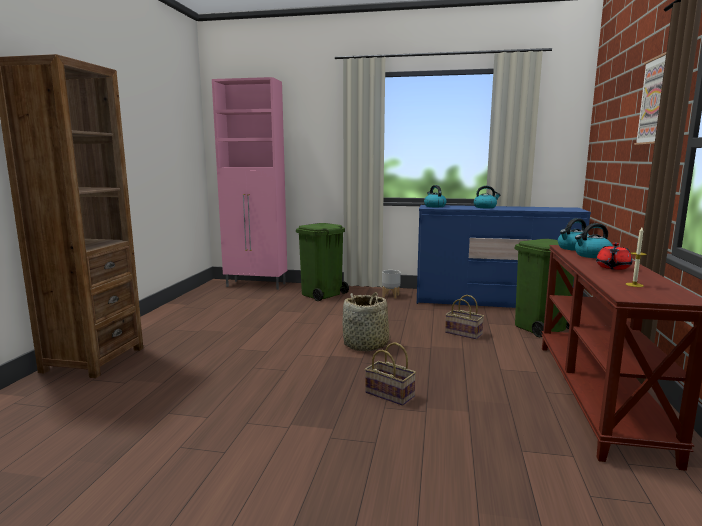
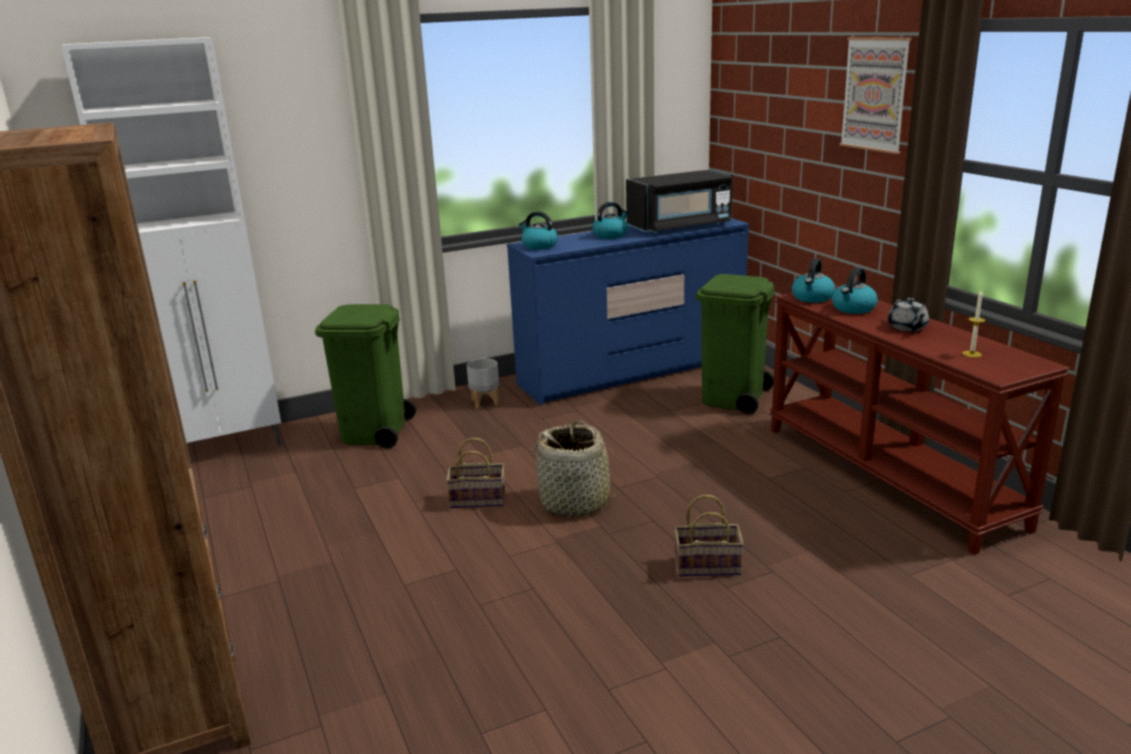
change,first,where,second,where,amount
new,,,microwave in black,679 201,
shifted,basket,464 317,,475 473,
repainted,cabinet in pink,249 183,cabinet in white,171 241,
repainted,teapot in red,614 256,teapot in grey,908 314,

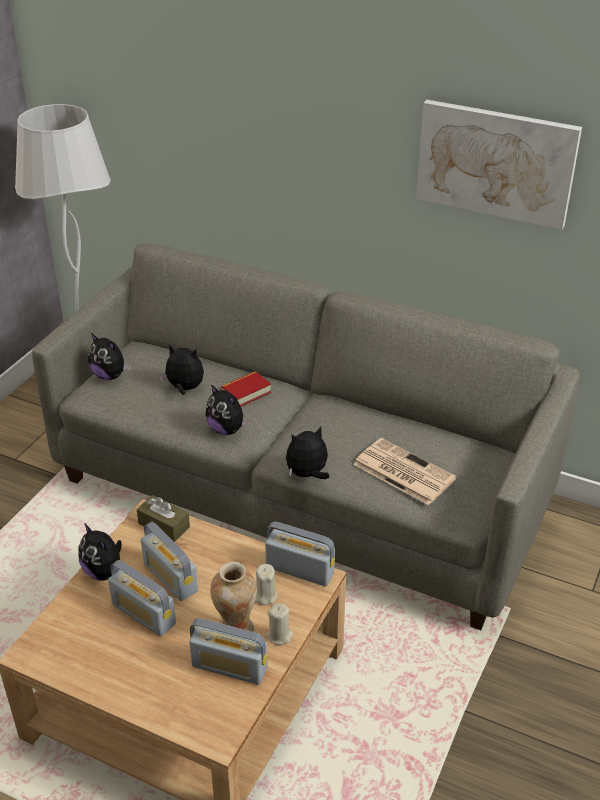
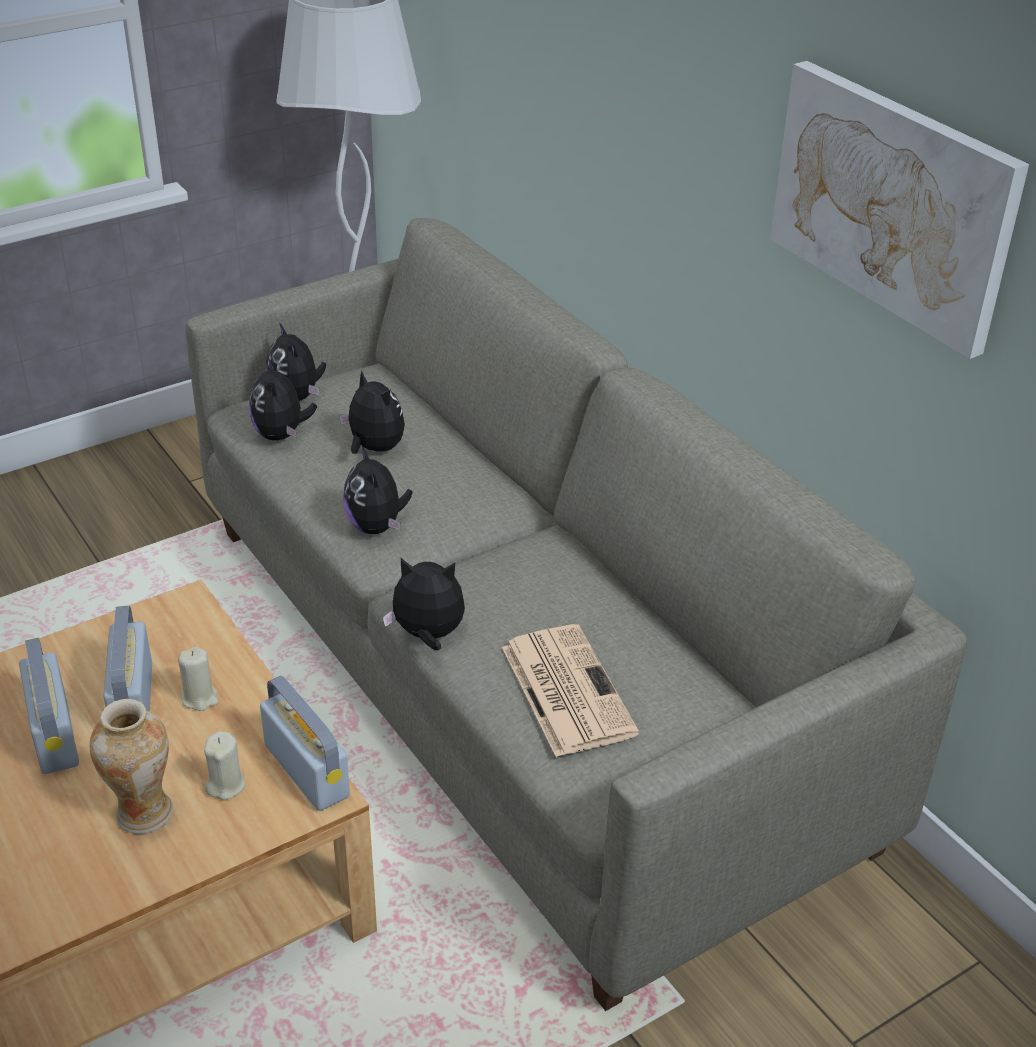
change,first,where,second,where,amount
gone,tissue box in brown,163 518,,,
gone,radio,228 651,,,
gone,book,246 389,,,
shifted,plush toy,100 552,,283 399,
shifted,candle in beige,280 624,,198 679,

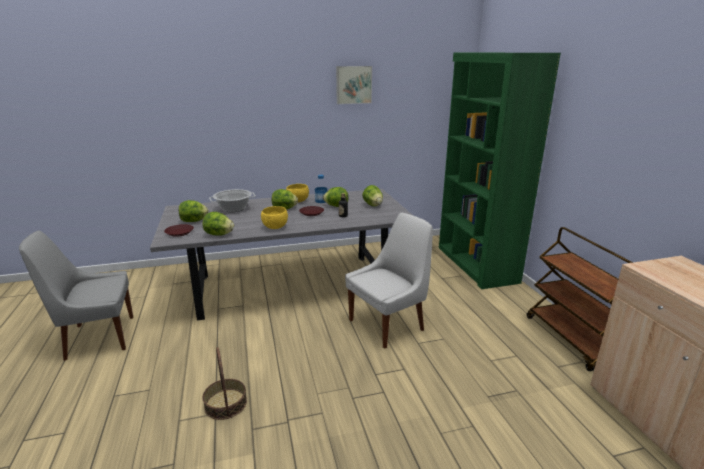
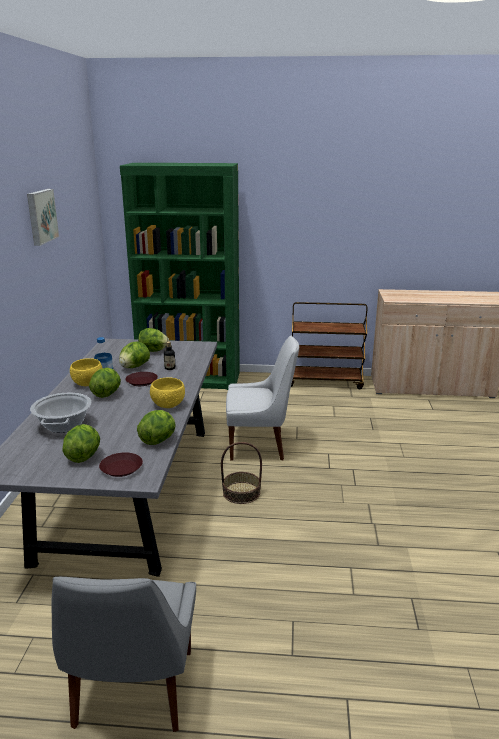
change,first,where,second,where,amount
shifted,basket,225 383,,241 473,
rotated,chair in white,389 281,,262 398,105 degrees clockwise

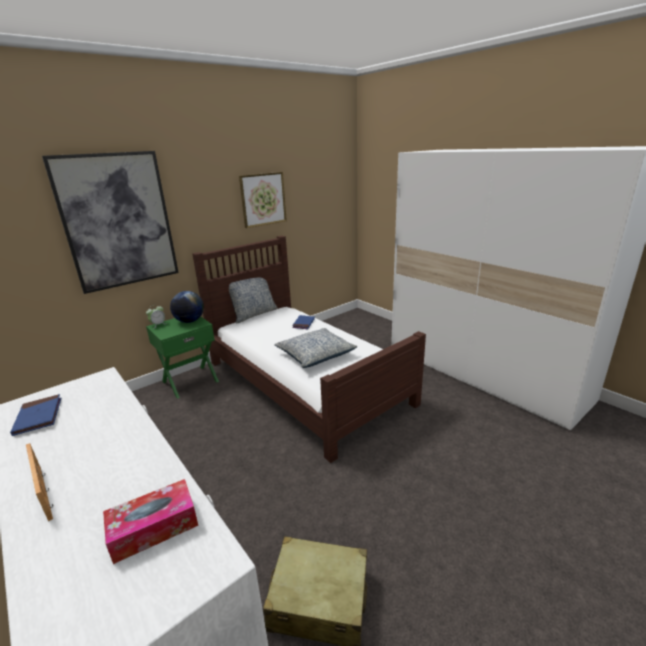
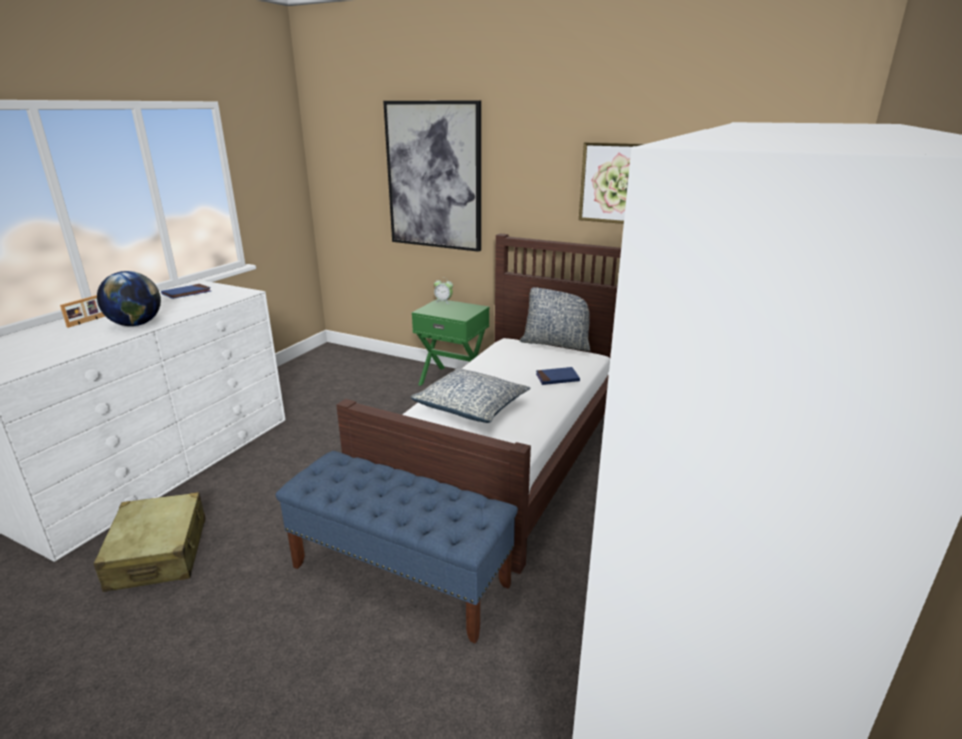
change,first,where,second,where,amount
gone,tissue box,150 521,,,
new,,,bench in blue,397 547,
shifted,globe,187 307,,129 298,

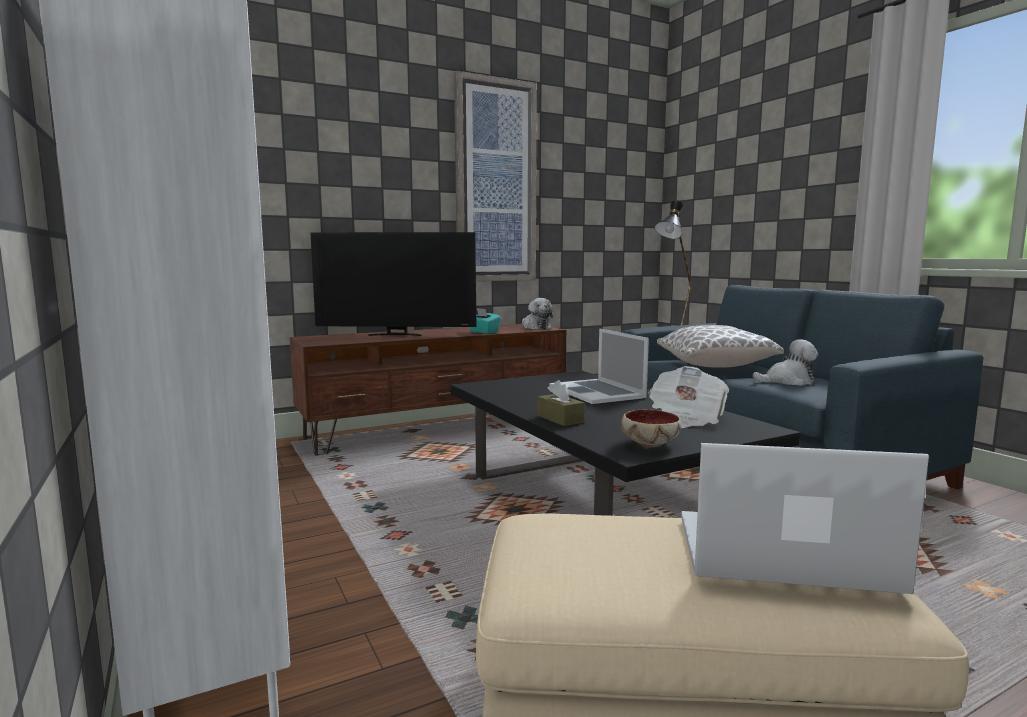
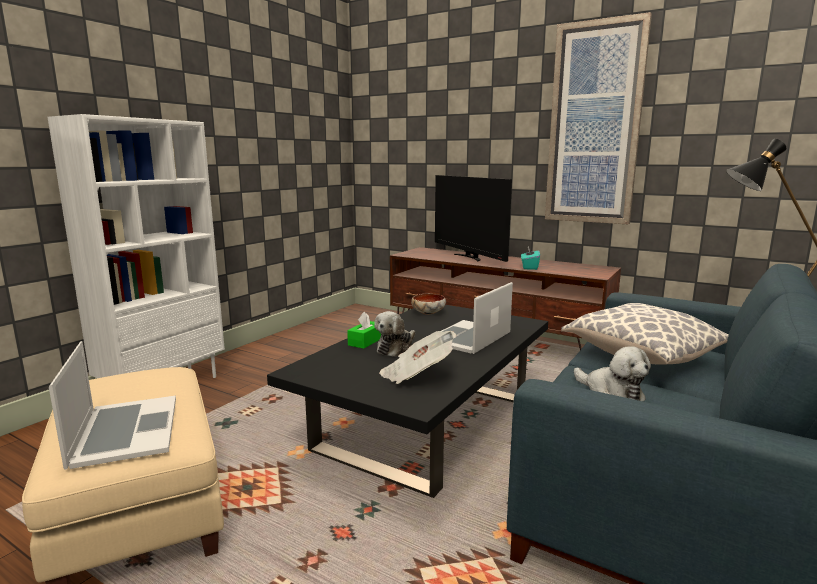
change,first,where,second,where,amount
shifted,plush toy,537 314,,394 334,
shifted,bowl,651 428,,428 304,
repainted,tissue box in brown,561 403,tissue box in green,364 330,

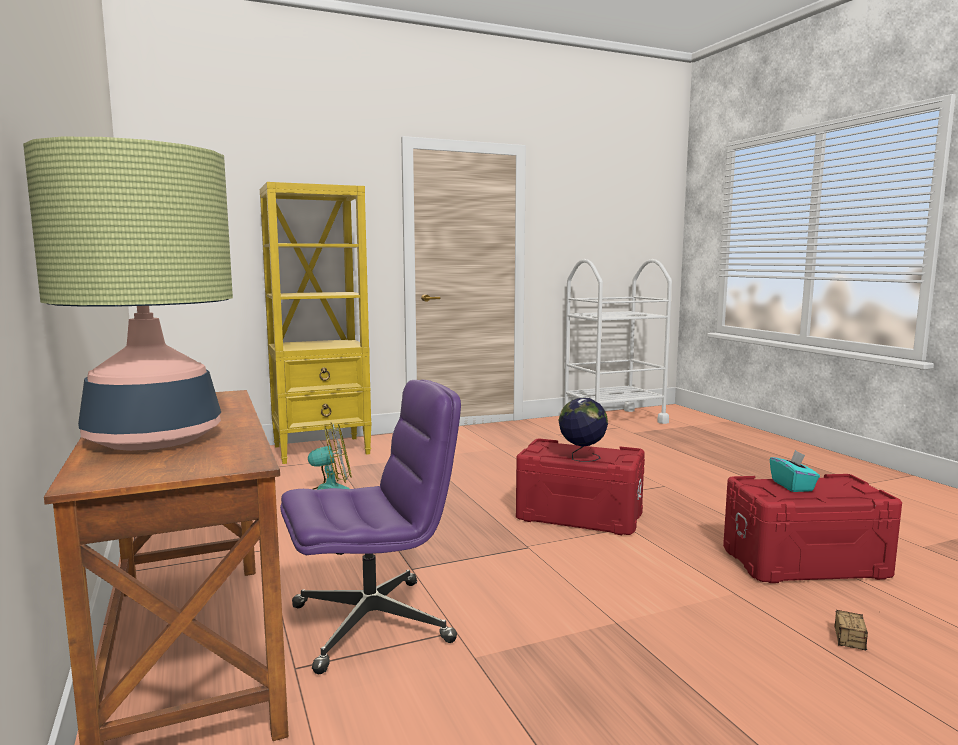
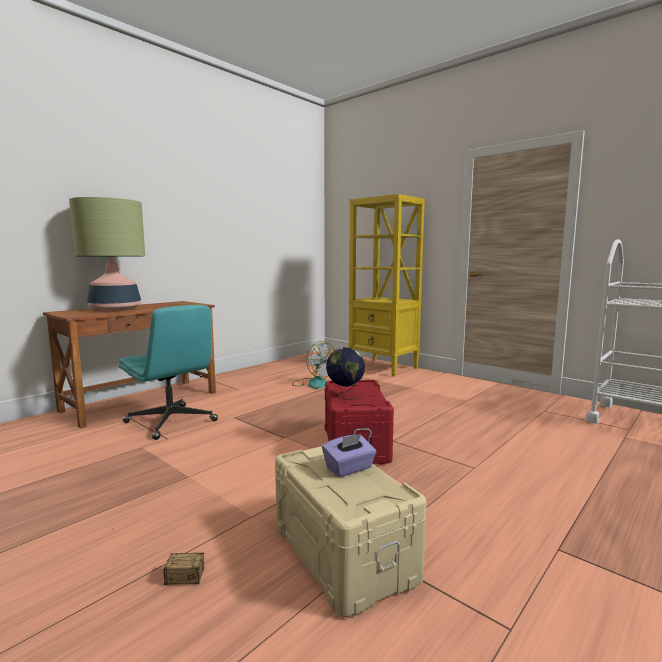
change,first,where,second,where,amount
repainted,office chair in purple,370 527,office chair in turquoise,168 372,
repainted,storage box in red,812 528,storage box in beige,351 531,
repainted,tissue box in turquoise,795 471,tissue box in purple,349 455,

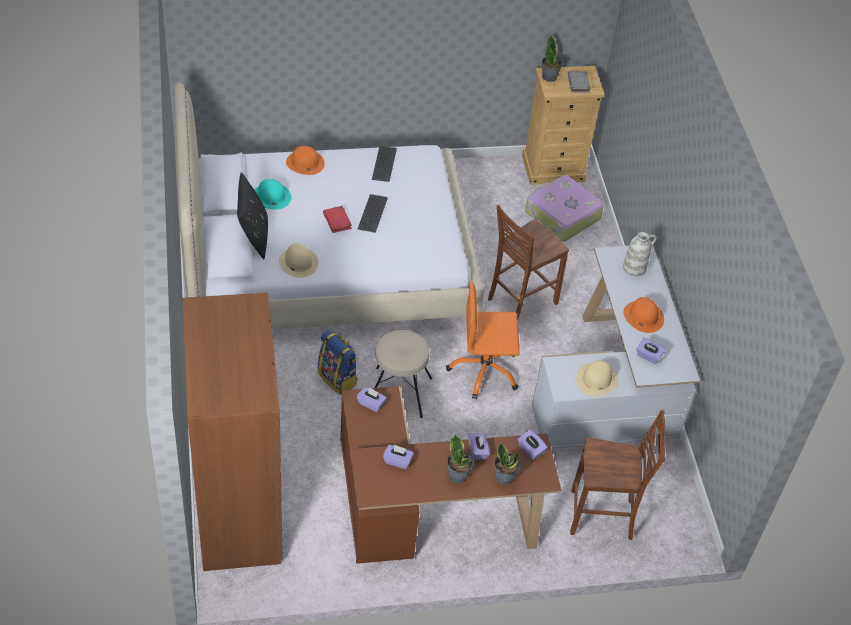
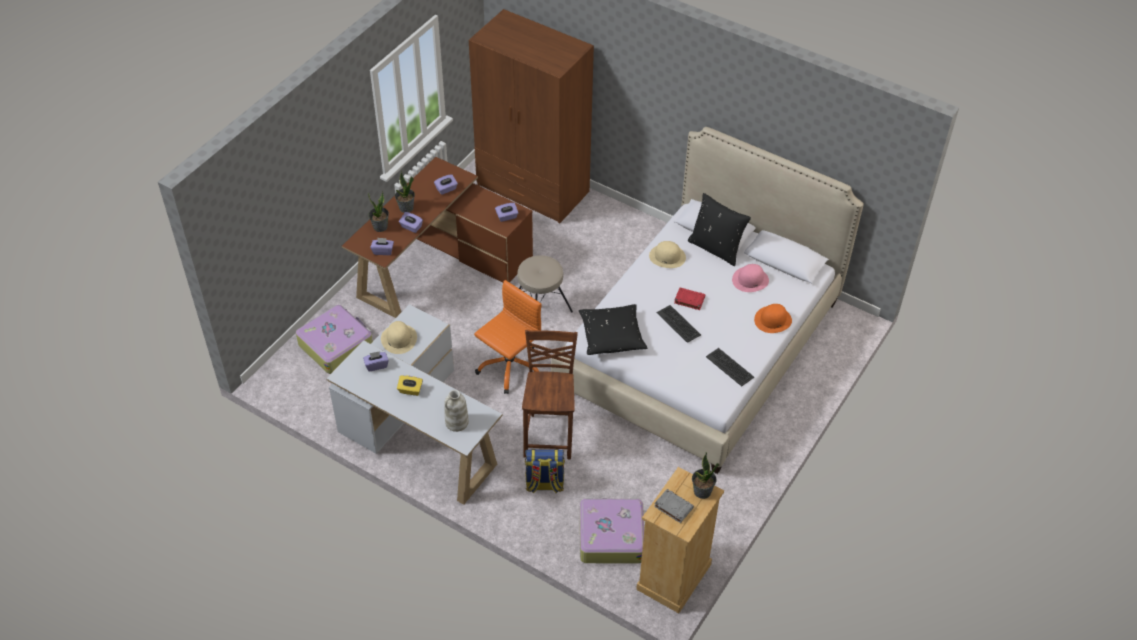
change,first,where,second,where,amount
new,,,pillow in black,613 329,
shifted,backpack,337 362,,545 471,
swapped,chair in brown,618 475,suitcase,334 339,
swapped,hat in orange,643 315,tissue box in yellow,410 385,
repainted,hat in turquoise,273 194,hat in pink,750 278,

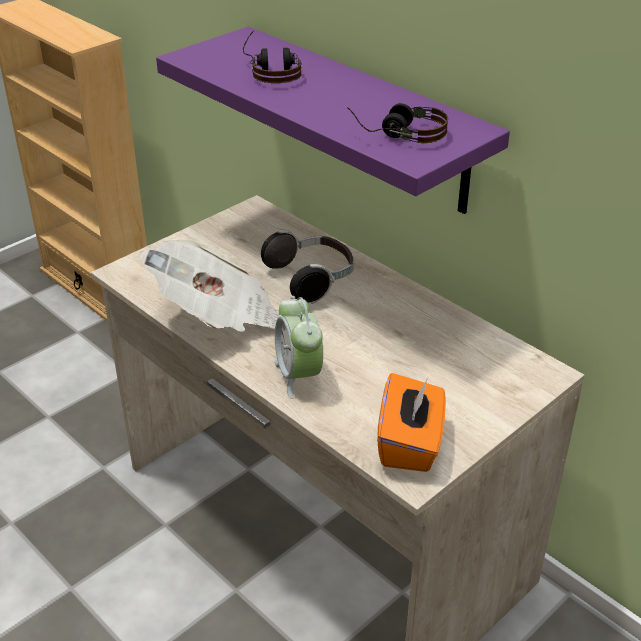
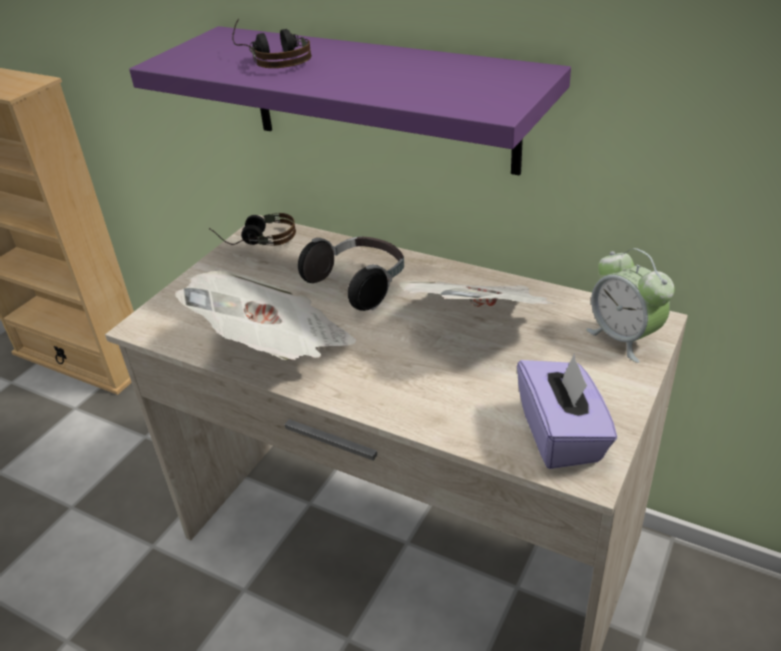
change,first,where,second,where,amount
new,,,newspaper,476 294,
shifted,alarm clock,298 347,,630 305,
shifted,headphones,397 123,,252 229,
repainted,tissue box in orange,411 422,tissue box in purple,567 411,

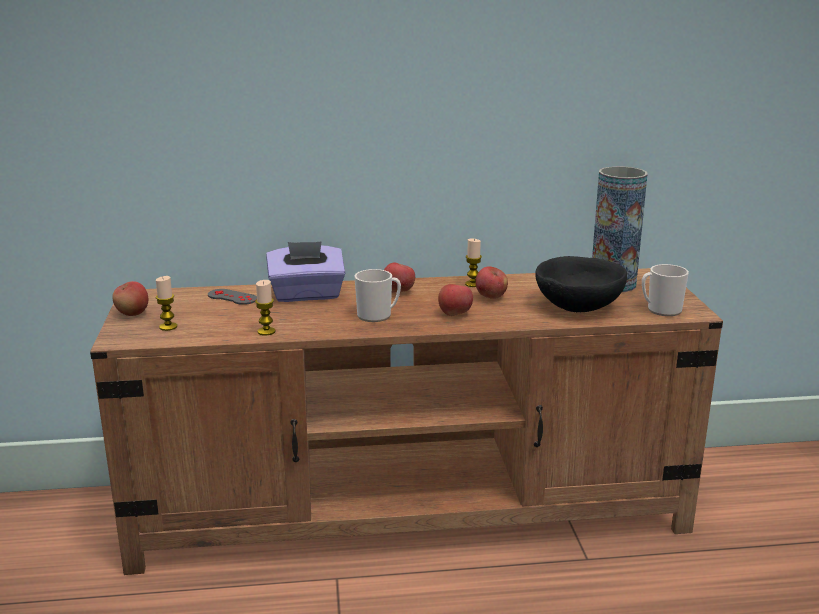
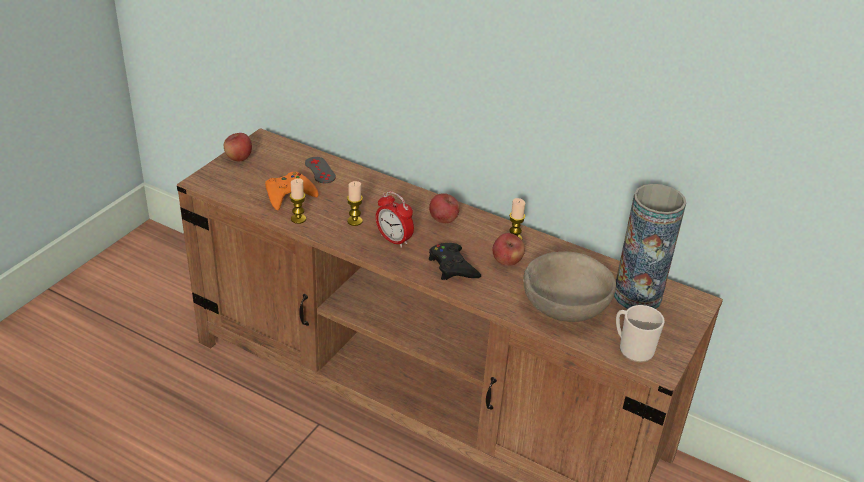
change,first,where,second,where,amount
gone,tissue box in purple,305 271,,,
new,,,game controller in orange,292 191,
shifted,candle,166 303,,355 203,
swapped,mug,378 295,alarm clock,395 219,
swapped,apple,455 300,game controller in black,455 261,
repainted,bowl in black,581 284,bowl in beige,569 286,

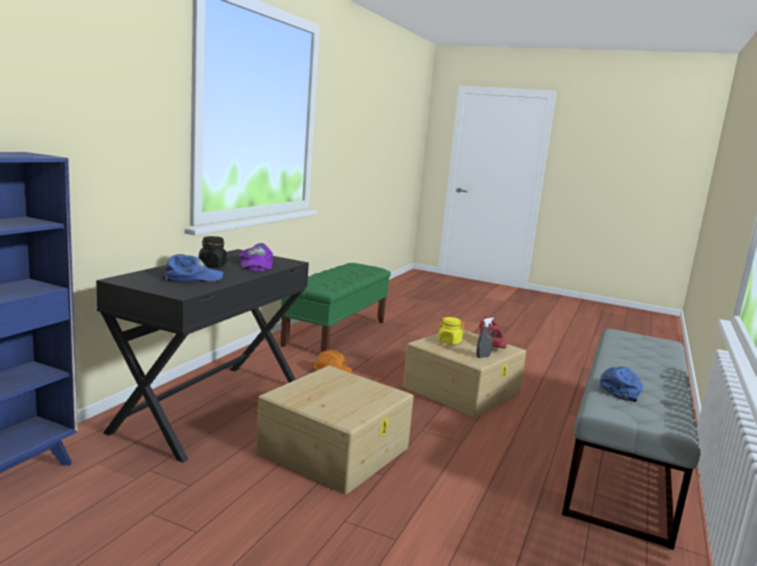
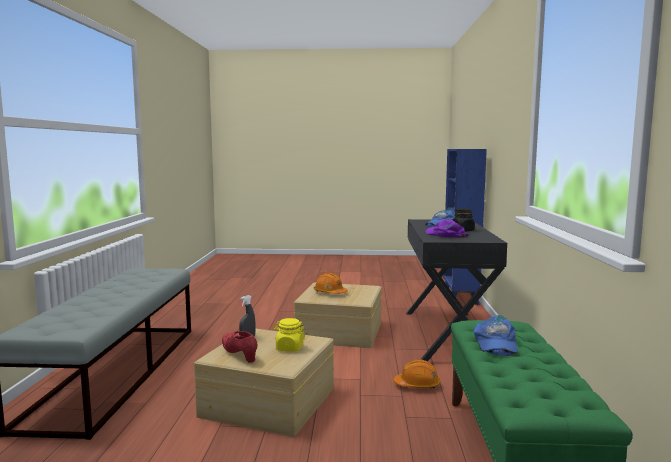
change,first,where,second,where,amount
new,,,hard hat in orange,331 283,
shifted,cap in blue,621 384,,495 335,

